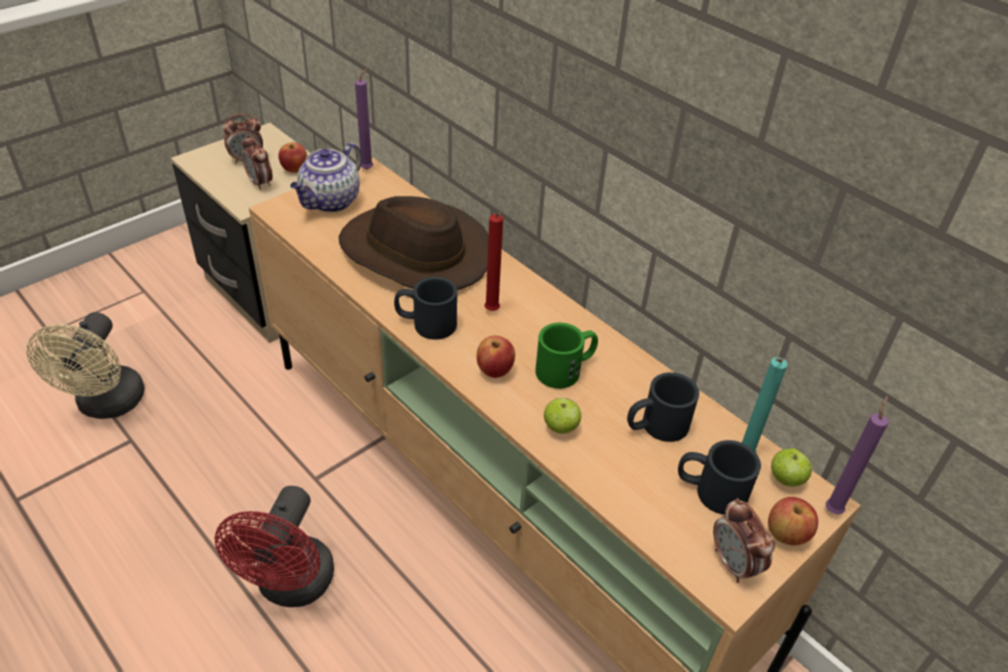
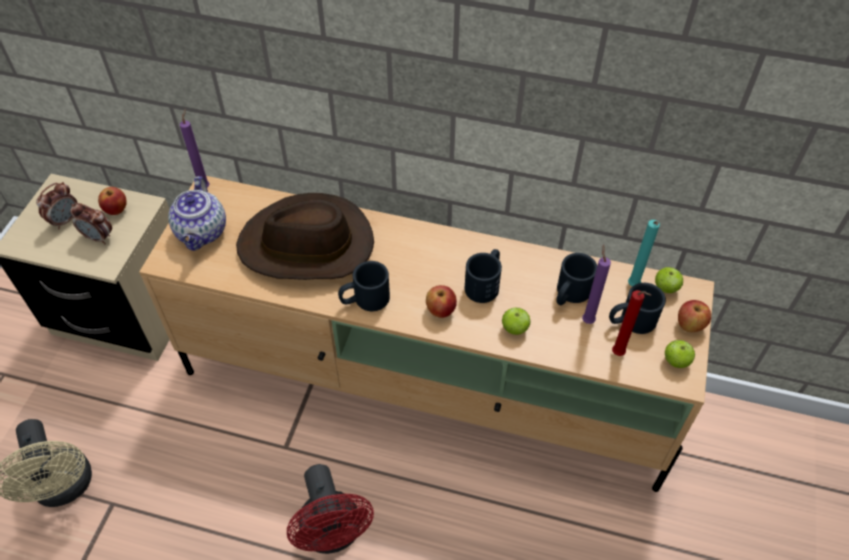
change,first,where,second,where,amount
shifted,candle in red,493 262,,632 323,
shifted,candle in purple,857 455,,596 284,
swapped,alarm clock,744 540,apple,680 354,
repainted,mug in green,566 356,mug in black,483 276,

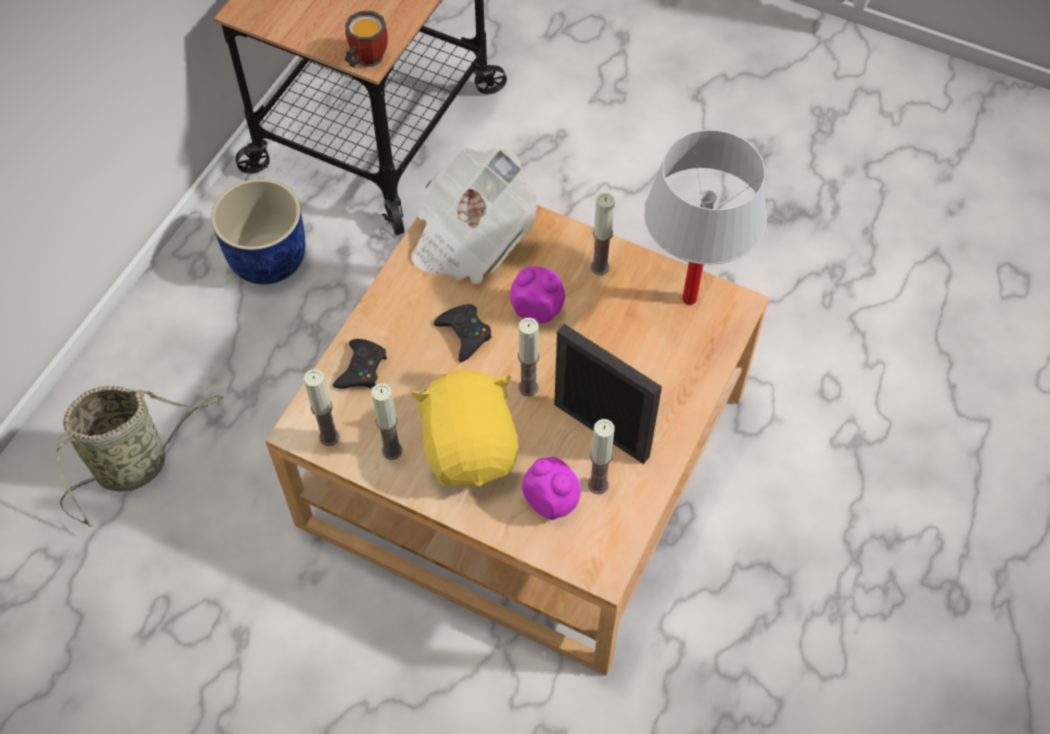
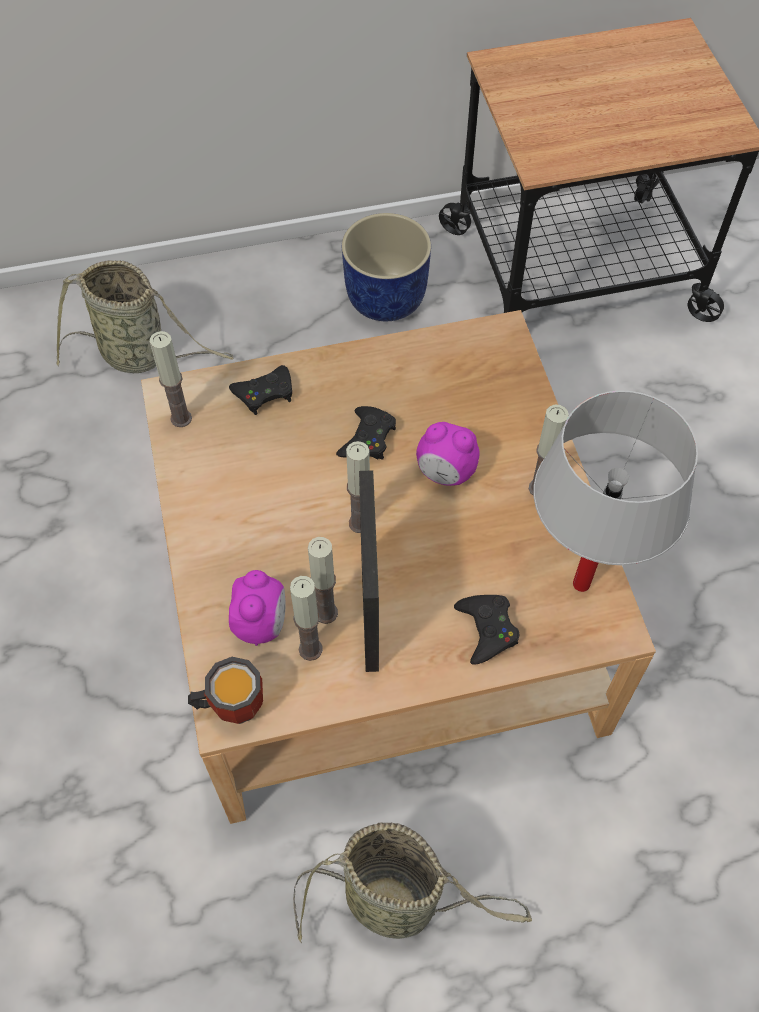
change,first,where,second,where,amount
gone,plush toy in yellow,464 428,,,
gone,newspaper,474 216,,,
new,,,basket,412 882,
new,,,game controller in black,486 630,
shifted,mug,366 39,,225 690,
shifted,candle,386 421,,323 580,
rotated,alarm clock,537 294,,448 454,135 degrees clockwise

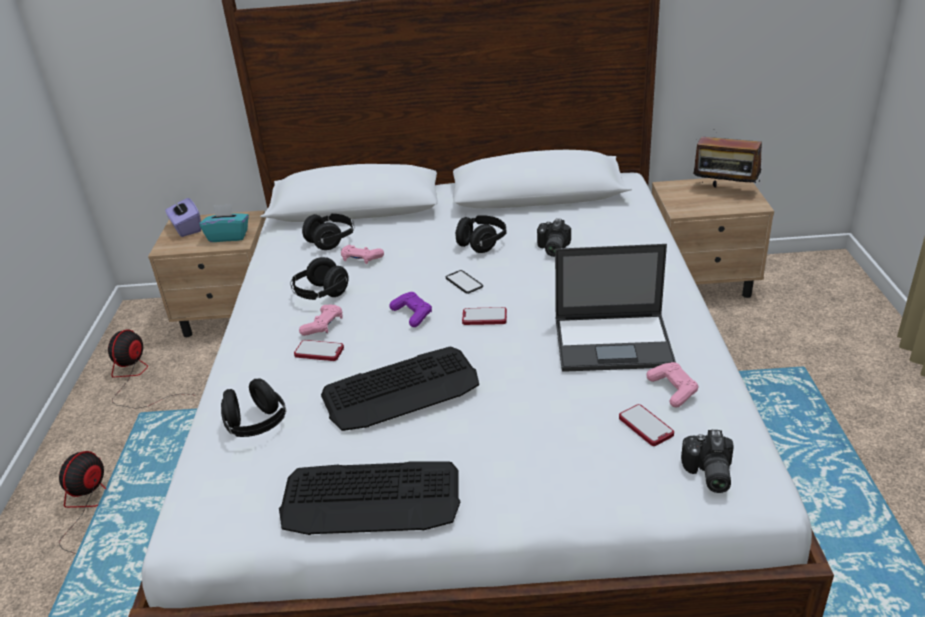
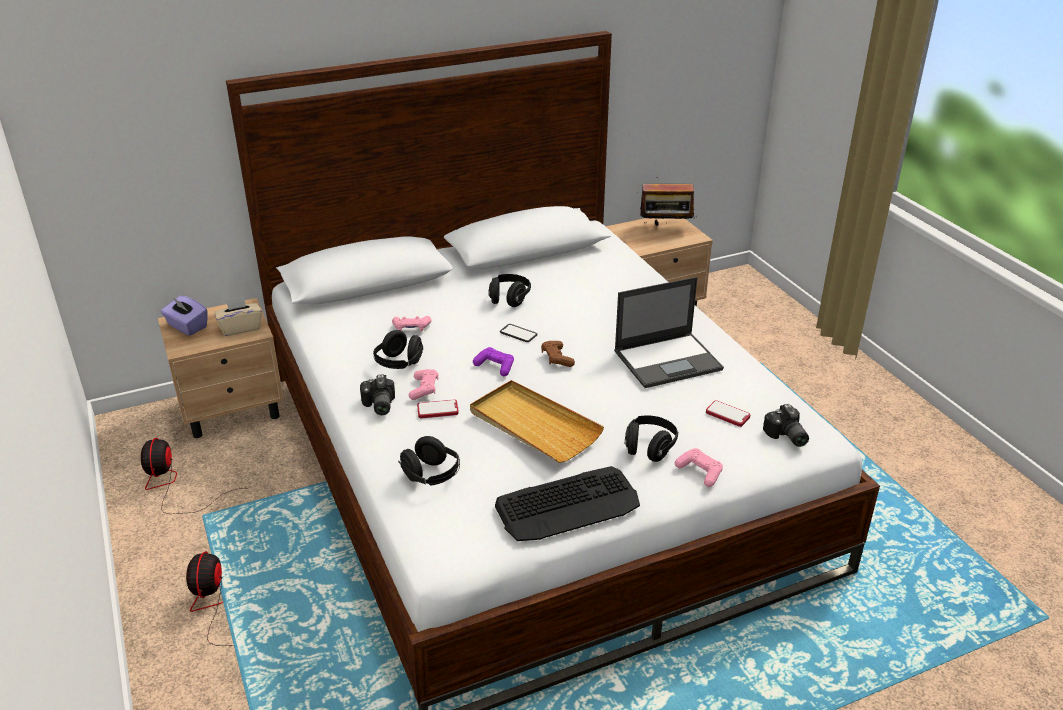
change,first,where,second,where,amount
shifted,headphones in black,328 232,,651 438,
shifted,photo camera,554 238,,377 394,
shifted,game controller in pink,672 384,,699 467,
swapped,keyboard,400 388,tray in beige,537 421,
swapped,phone,484 316,game controller in brown,558 354,
repainted,tissue box in turquoise,224 223,tissue box in beige,238 316,

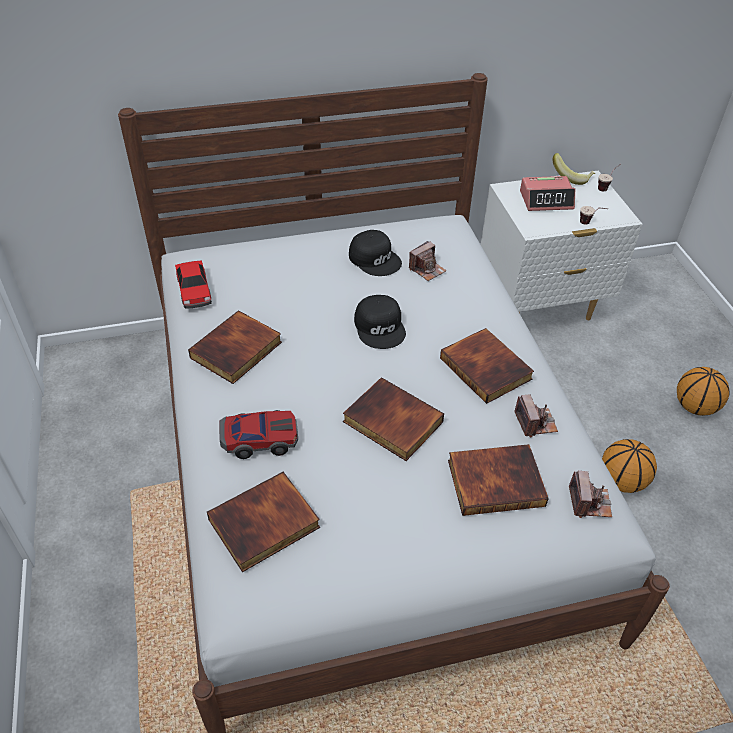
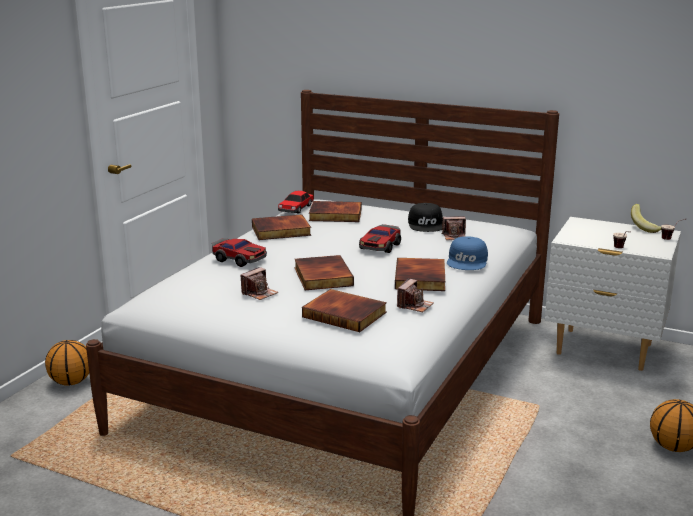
change,first,where,second,where,amount
gone,alarm clock,547 193,,,
new,,,cap in blue,467 253,
shifted,book,263 522,,335 211,
shifted,photo camera,590 494,,259 283,
shifted,basketball,629 466,,67 362,
swapped,cap in black,380 322,toy car,380 238,

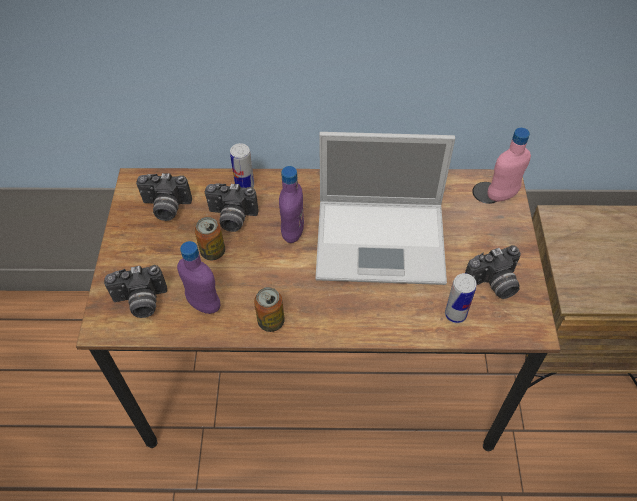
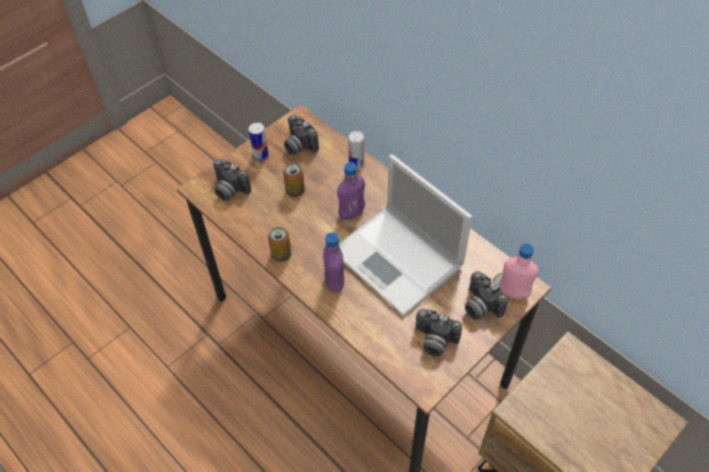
change,first,where,second,where,amount
shifted,bottle in purple,199 277,,333 262,
shifted,photo camera,232 207,,486 295,
shifted,can,460 298,,259 142,

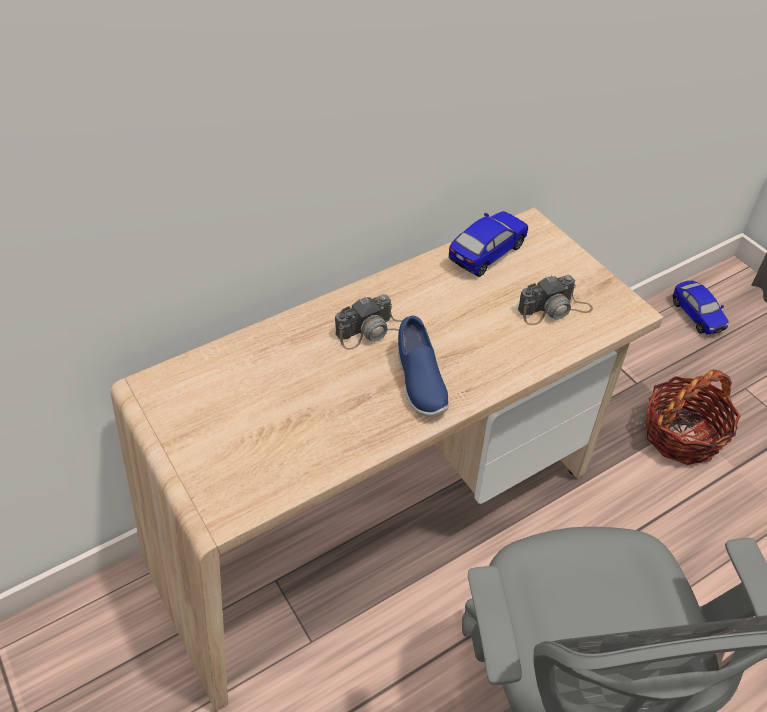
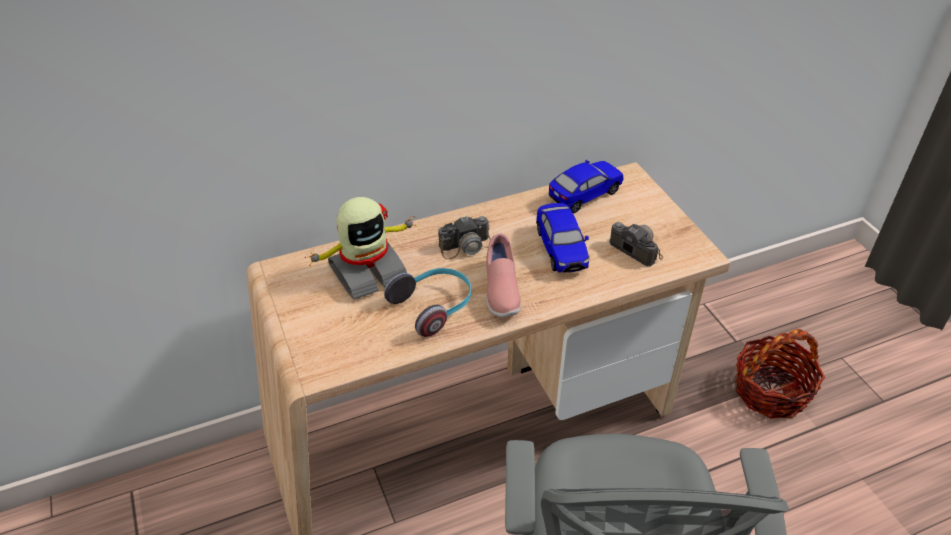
change,first,where,second,where,amount
new,,,toy robot,361 248,
new,,,headphones,427 302,
shifted,toy car,701 307,,562 237,
repainted,shoe in blue,423 366,shoe in pink,503 275,
rotated,photo camera,555 300,,636 244,120 degrees counterclockwise

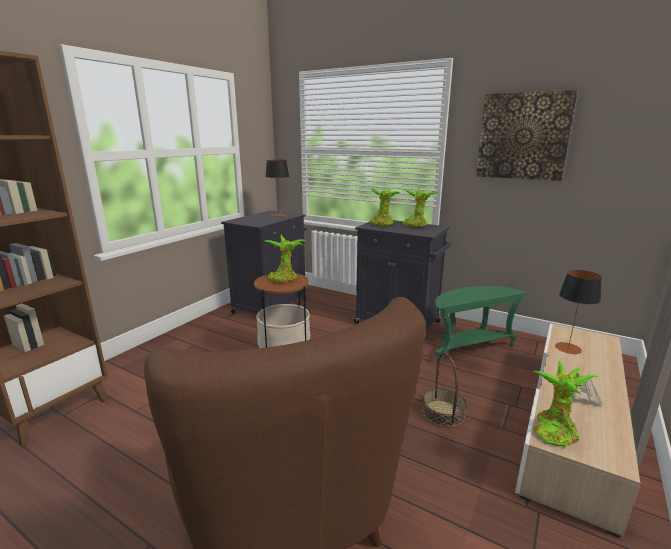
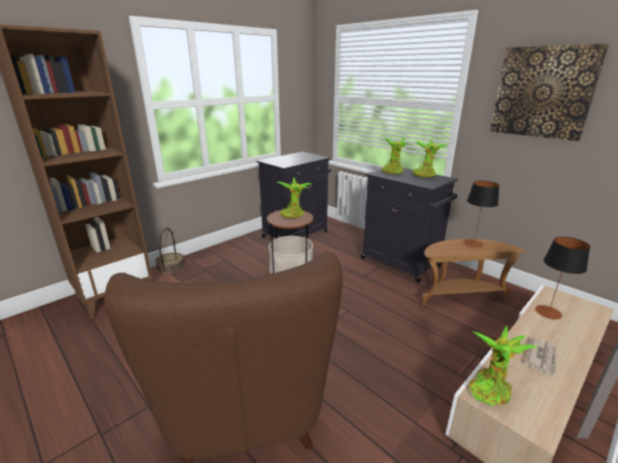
change,first,where,second,where,amount
shifted,table lamp,277 188,,481 214,
shifted,basket,444 389,,170 251,
repainted,side table in green,481 324,side table in brown,473 272,

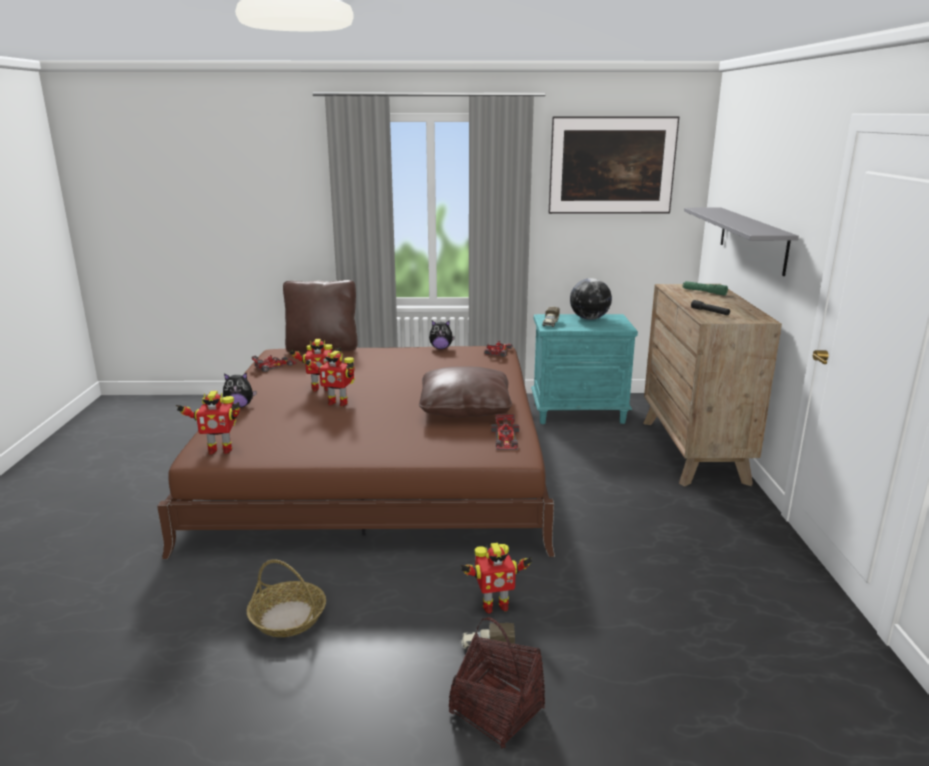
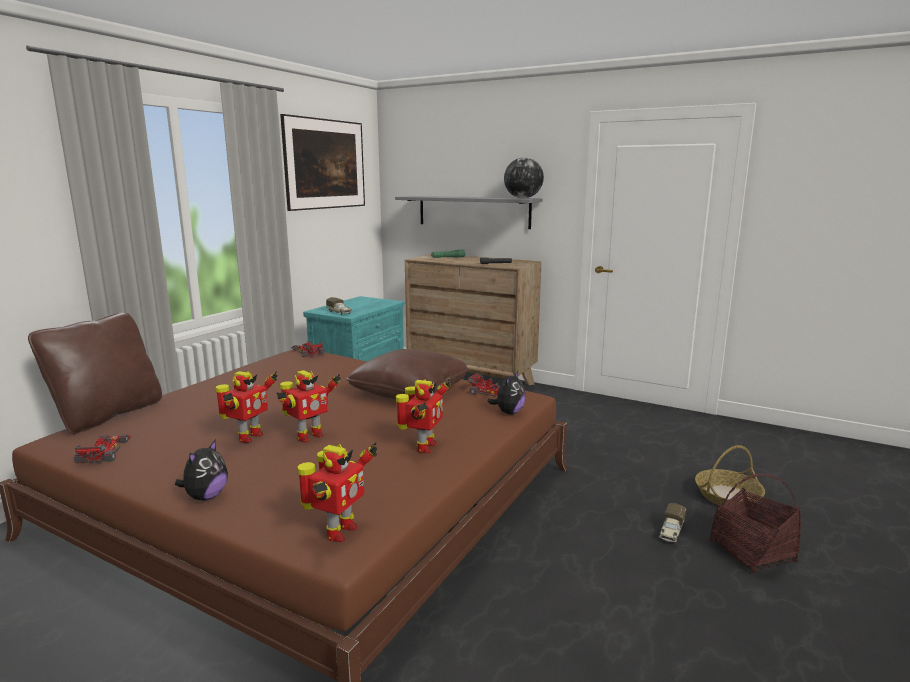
change,first,where,second,where,amount
shifted,basket,286 598,,730 475,
shifted,plush toy,442 334,,506 392,
shifted,toy robot,496 578,,423 416,
shifted,globe,591 299,,524 177,

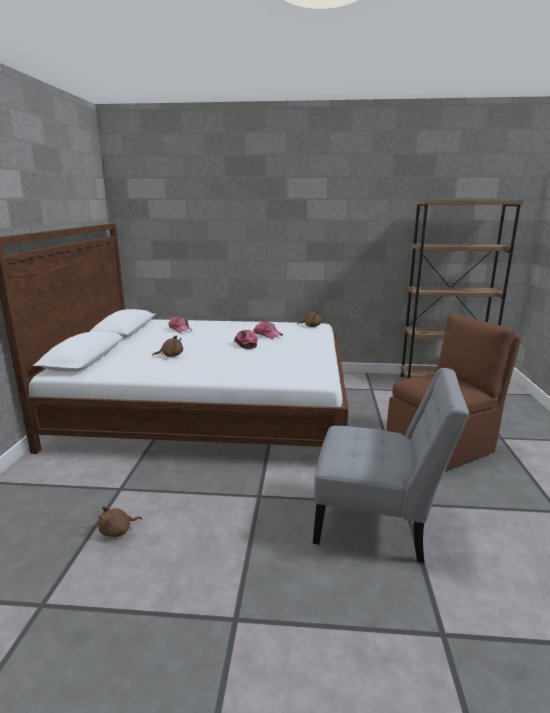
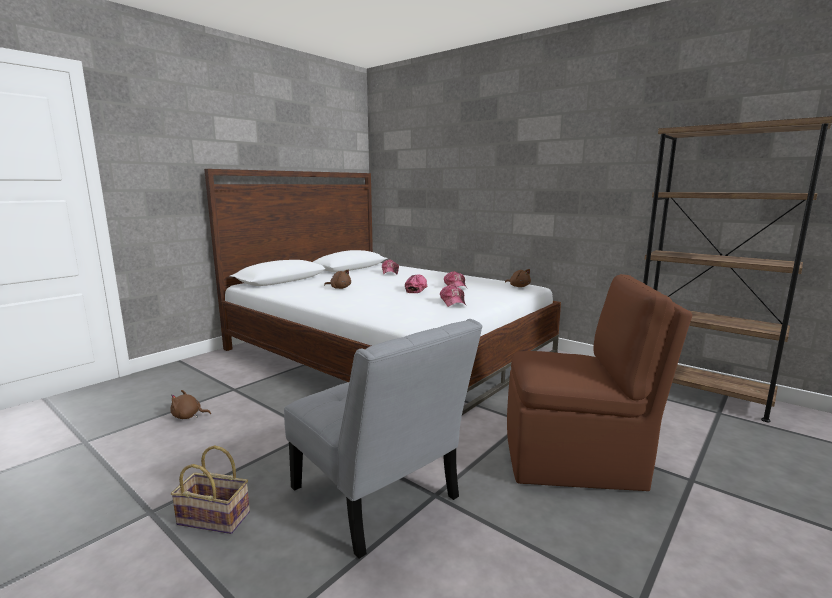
change,first,where,second,where,amount
new,,,basket,210 490,
new,,,cap,453 296,

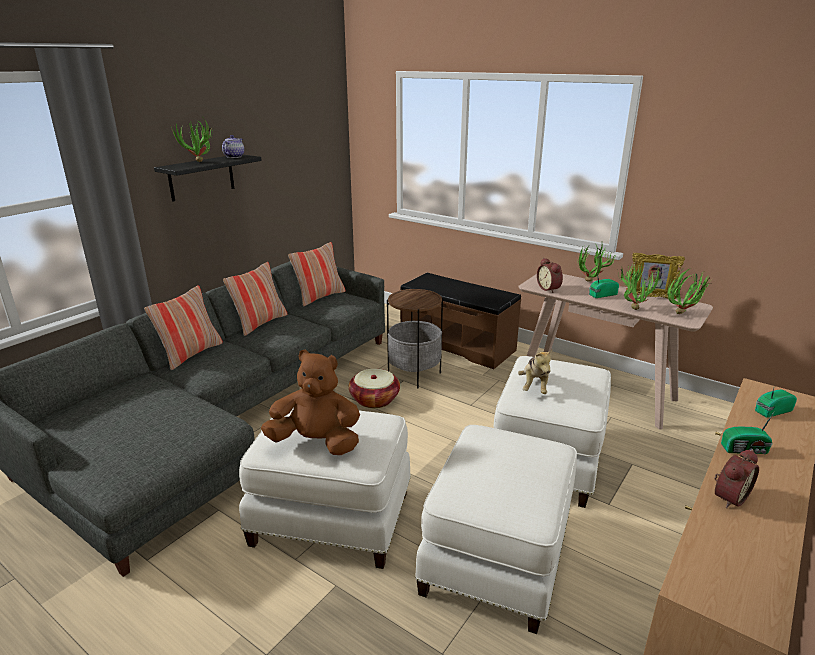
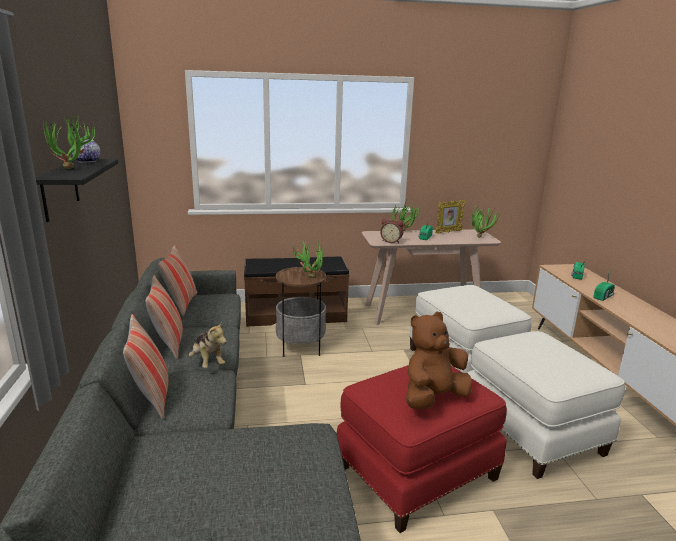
change,first,where,second,where,amount
gone,basket,374 388,,,
gone,alarm clock,736 478,,,
shifted,plush toy,535 371,,208 344,
shifted,potted plant,638 285,,307 259,
repainted,ottoman in white,325 488,ottoman in red,422 449,

